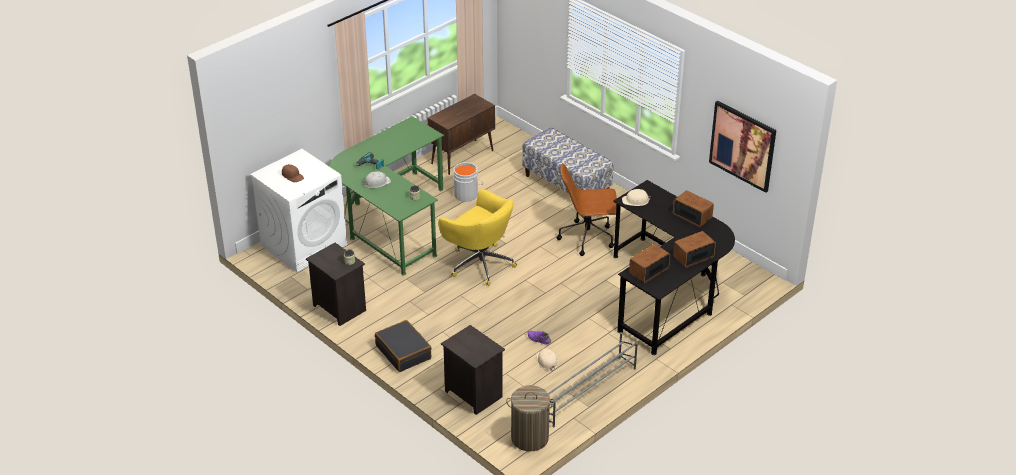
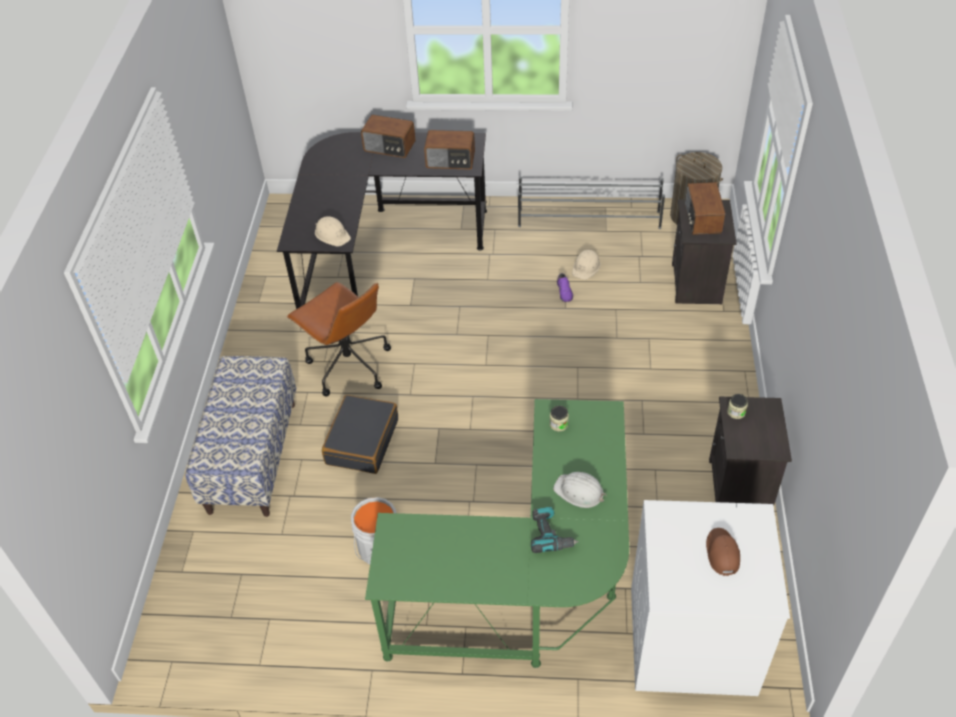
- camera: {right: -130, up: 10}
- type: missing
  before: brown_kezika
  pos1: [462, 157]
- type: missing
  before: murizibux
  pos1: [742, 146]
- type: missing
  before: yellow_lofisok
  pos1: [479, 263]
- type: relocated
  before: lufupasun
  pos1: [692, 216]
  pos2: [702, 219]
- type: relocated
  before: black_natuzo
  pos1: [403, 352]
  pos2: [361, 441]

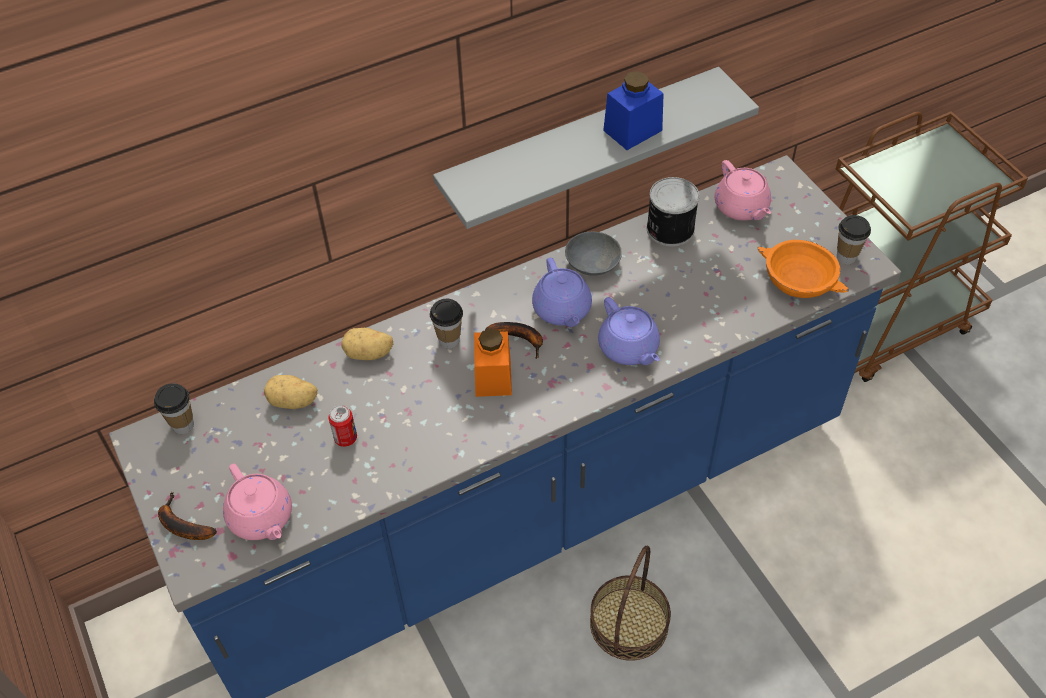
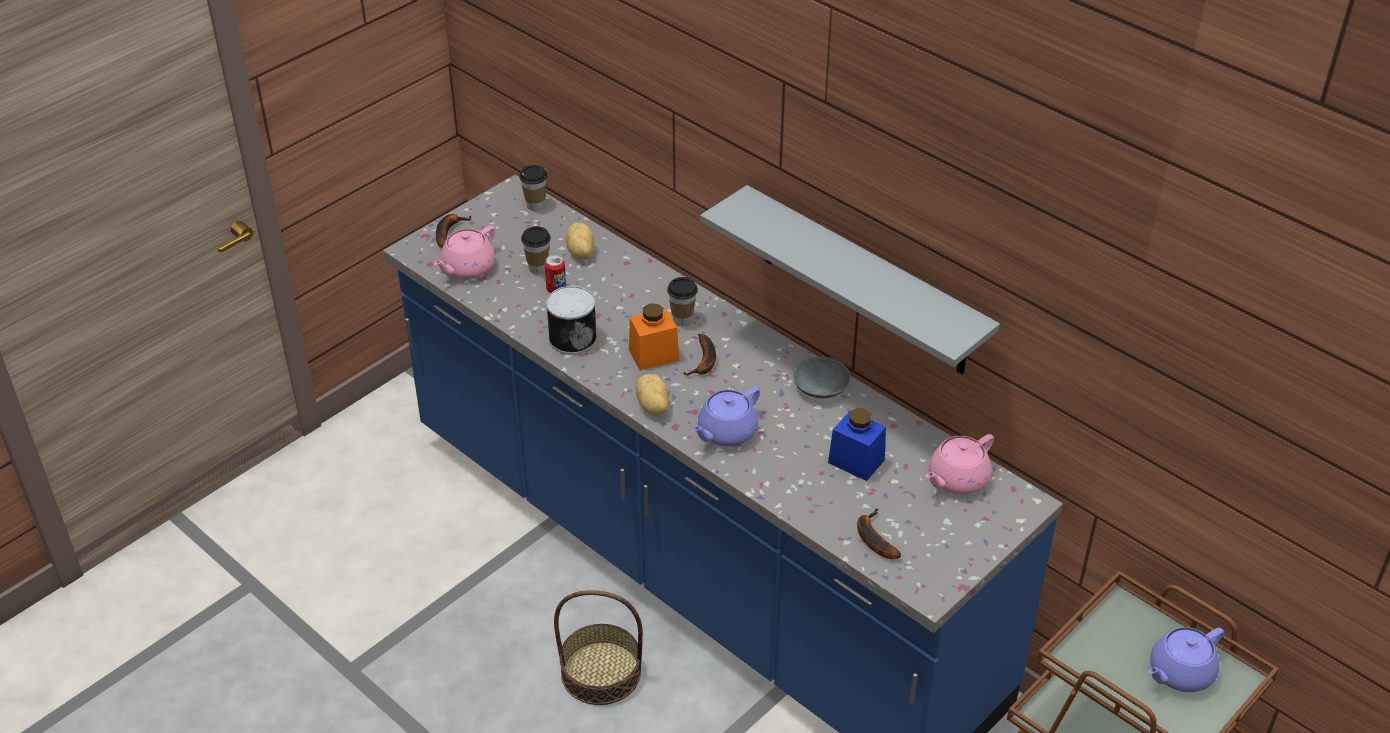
- camera: {right: 70, up: -10}
- type: relocated
  before: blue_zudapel
  pos1: [632, 130]
  pos2: [856, 461]
- type: relocated
  before: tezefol
  pos1: [669, 228]
  pos2: [572, 337]
- type: relocated
  before: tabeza
  pos1: [846, 257]
  pos2: [538, 268]
- type: exchanged
  before: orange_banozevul
  after: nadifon
  pos1: [797, 282]
  pos2: [873, 538]
- type: relocated
  before: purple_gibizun
  pos1: [562, 310]
  pos2: [1179, 673]
- type: relocated
  before: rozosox
  pos1: [369, 354]
  pos2: [652, 406]

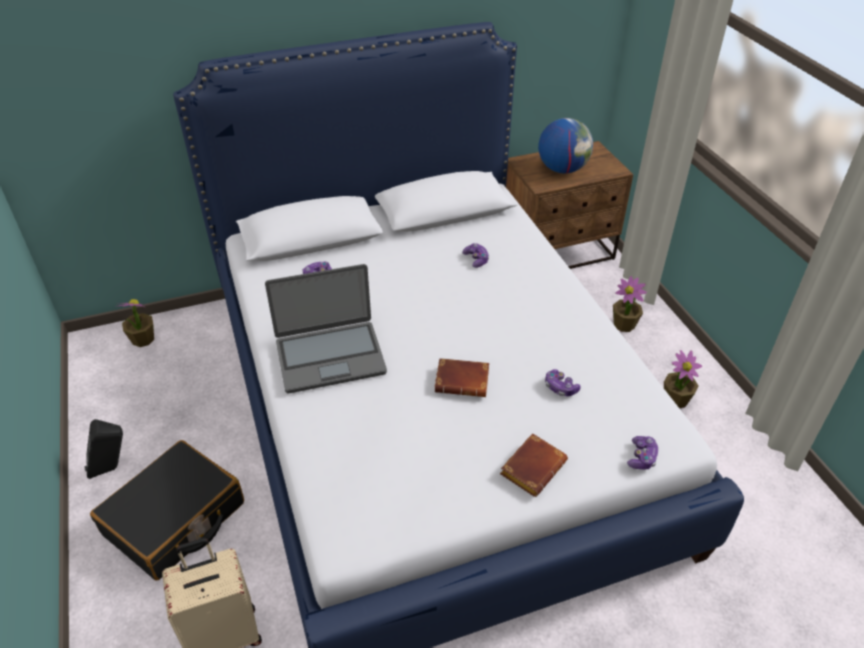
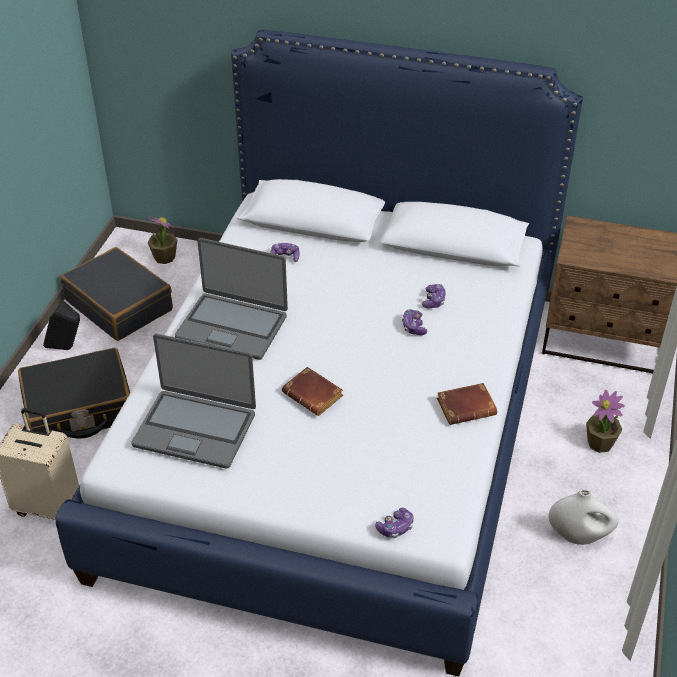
- camera: {right: 35, up: 0}
- type: missing
  before: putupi
  pos1: [562, 169]
- type: exchanged
  before: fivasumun
  after: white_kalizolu
  pos1: [676, 399]
  pos2: [579, 536]
- type: relocated
  before: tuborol
  pos1: [560, 388]
  pos2: [413, 327]
- type: relocated
  before: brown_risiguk
  pos1: [532, 466]
  pos2: [467, 406]
- type: appeared
  after: black_natuzo
  pos2: [119, 305]
- type: appeared
  after: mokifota
  pos2: [195, 428]

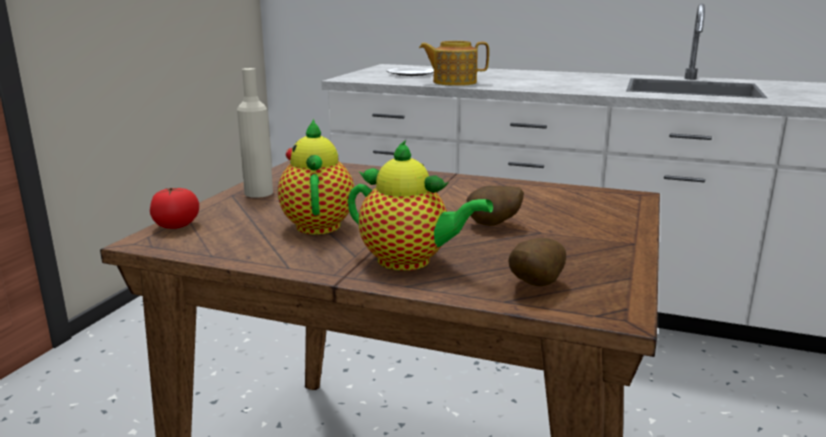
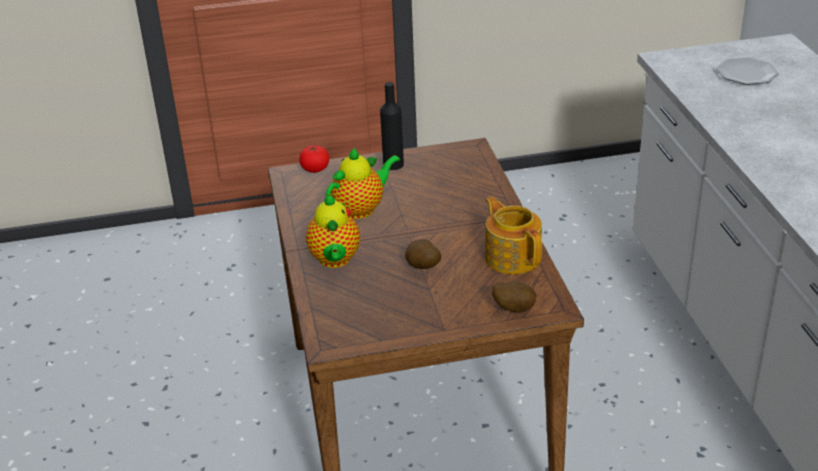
- camera: {right: 60, up: 15}
- type: relocated
  before: gibizun
  pos1: [453, 82]
  pos2: [512, 257]
- type: colour
  before: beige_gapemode
  after: black_gapemode
  pos1: [258, 193]
  pos2: [393, 164]
- type: relocated
  before: rozosox
  pos1: [533, 285]
  pos2: [513, 308]

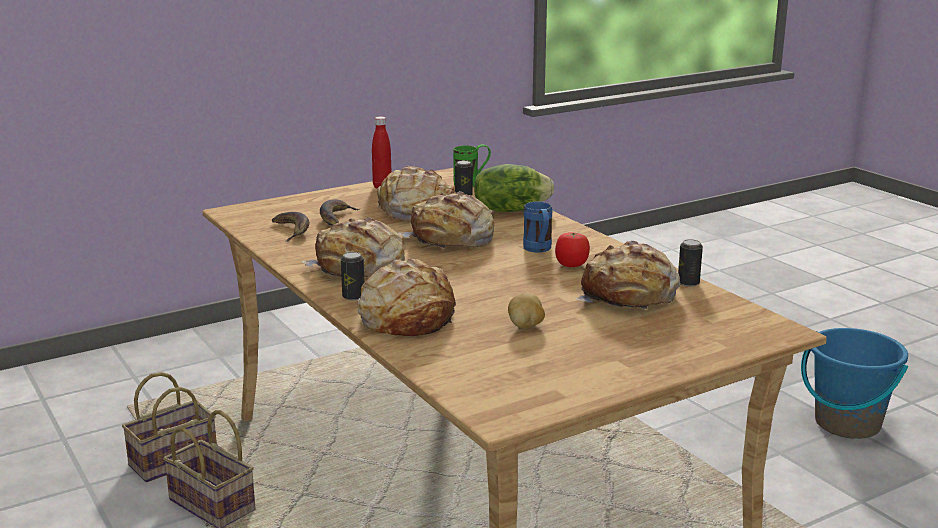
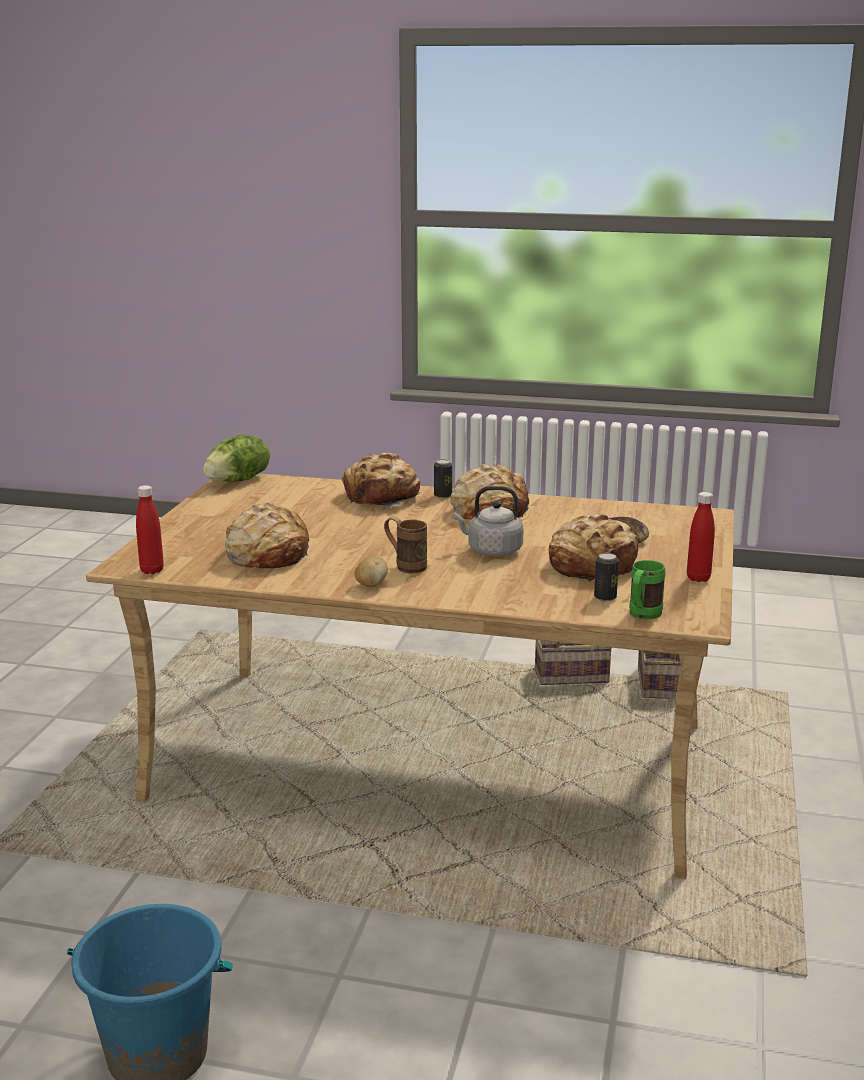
- camera: {right: 135, up: 0}
- type: relocated
  before: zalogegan
  pos1: [510, 210]
  pos2: [239, 480]
- type: exchanged
  before: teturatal
  after: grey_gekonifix
  pos1: [451, 239]
  pos2: [491, 551]
- type: colour
  before: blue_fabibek
  after: brown_fabibek
  pos1: [538, 250]
  pos2: [405, 566]
- type: missing
  before: nadifon
  pos1: [292, 230]
- type: missing
  before: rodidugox
  pos1: [571, 265]
- type: missing
  before: tezefol
  pos1: [688, 283]
- type: relocated
  before: rozosox
  pos1: [526, 326]
  pos2: [371, 585]
- type: appeared
  after: red_gapemode
  pos2: [152, 570]

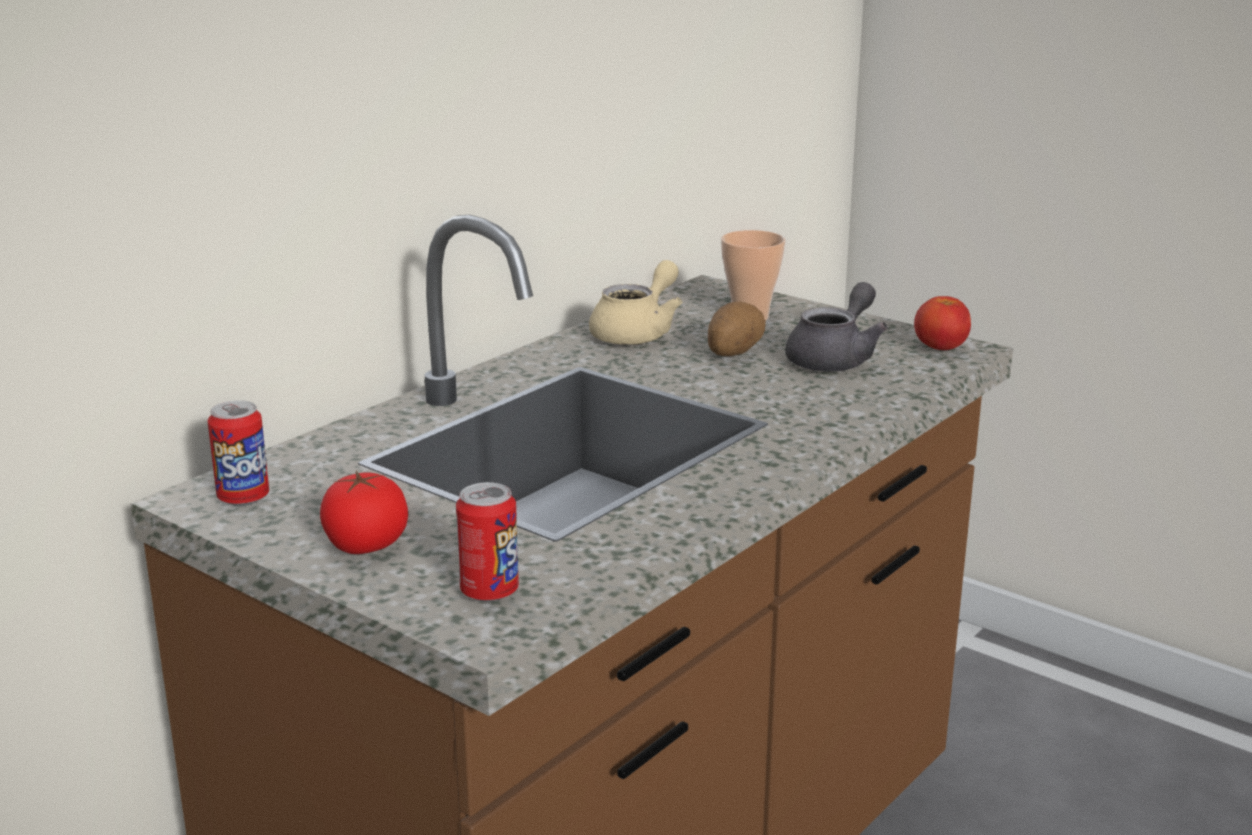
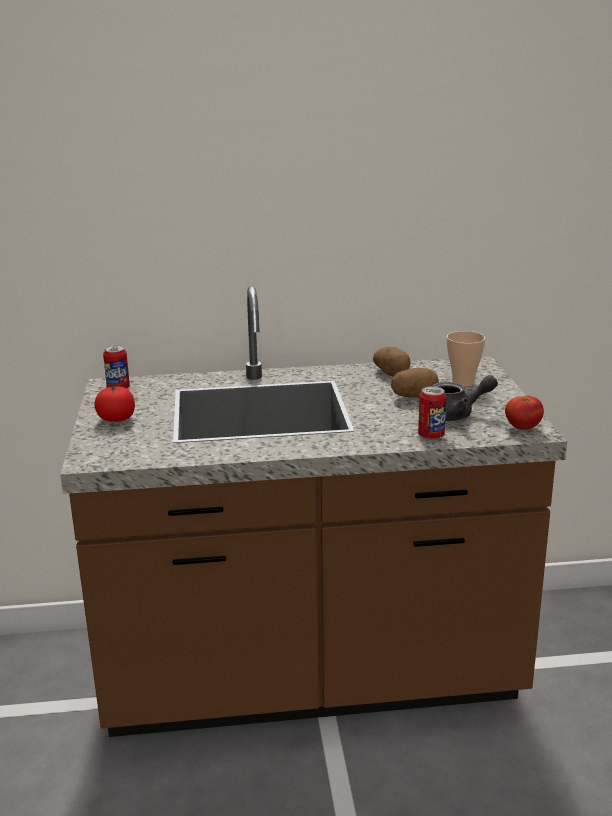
- camera: {right: 45, up: 0}
- type: exchanged
  before: beige_gibizun
  after: rozosox
  pos1: [638, 333]
  pos2: [393, 374]
- type: relocated
  before: tezefol
  pos1: [489, 592]
  pos2: [431, 436]

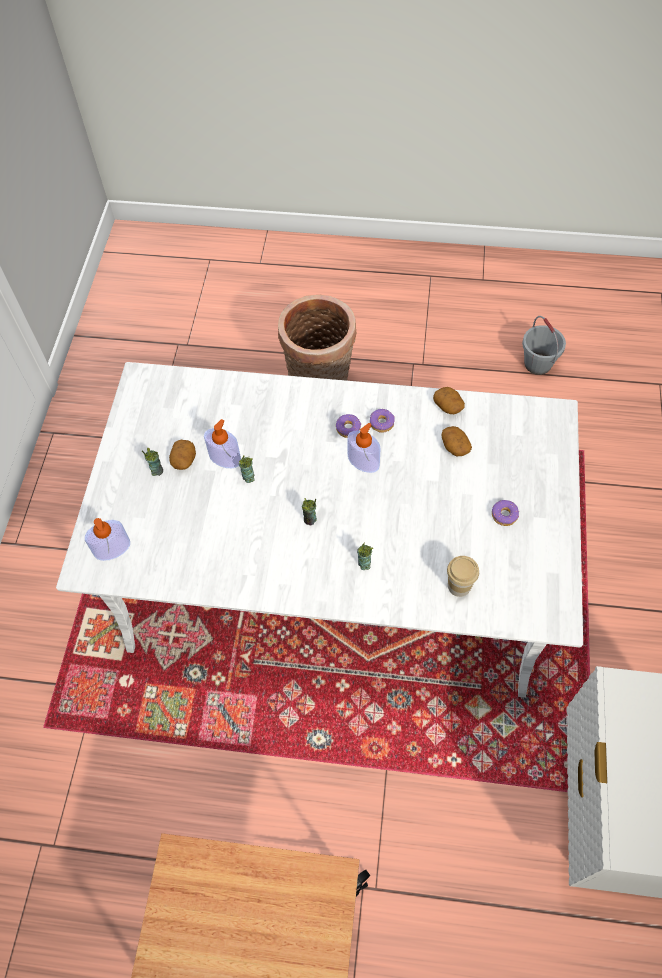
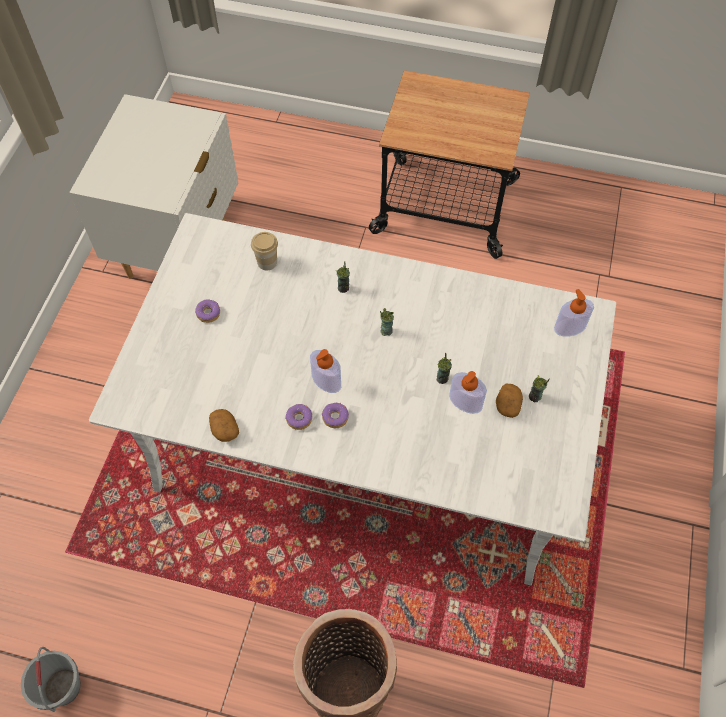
- camera: {right: -175, up: 0}
- type: missing
  before: rozosox
  pos1: [454, 446]

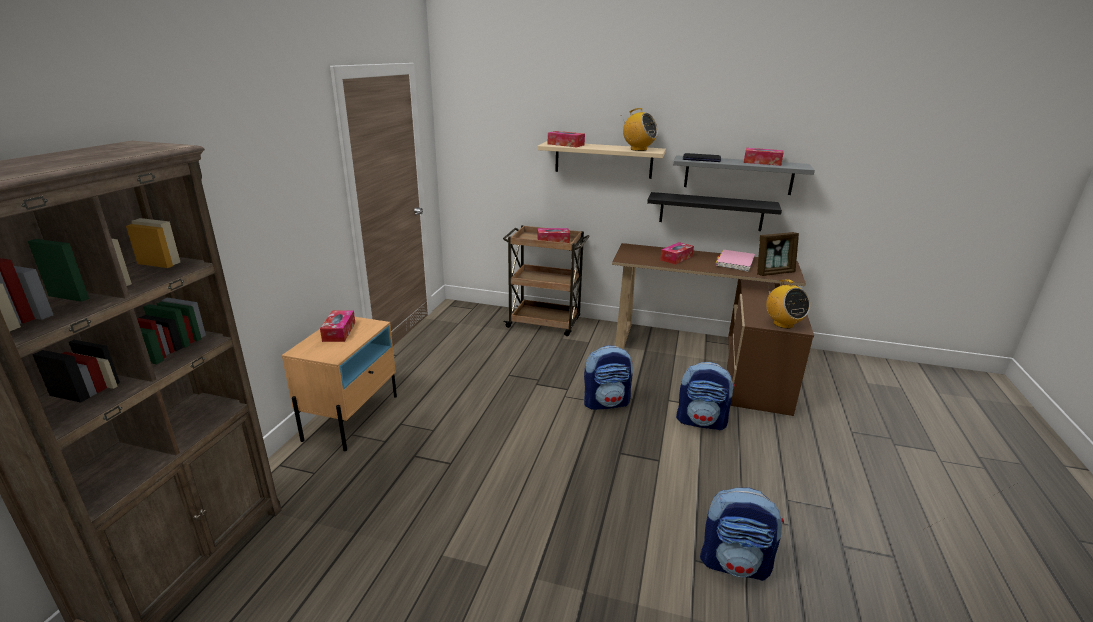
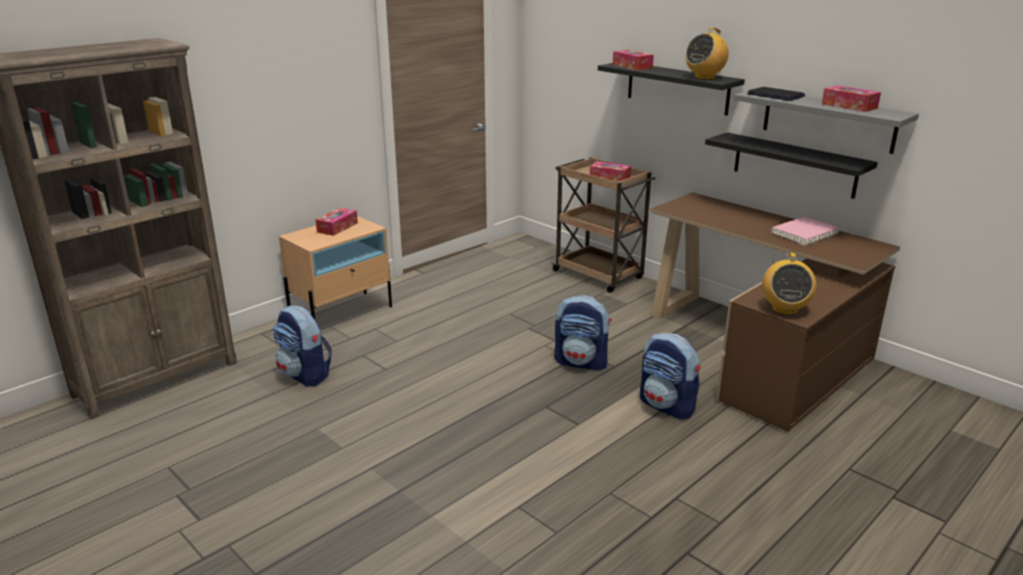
- camera: {right: 30, up: 0}
- type: spun
  before: lufupasun
  pos1: [638, 149]
  pos2: [704, 77]
  turn: 75
- type: colour
  before: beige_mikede
  after: black_mikede
  pos1: [603, 160]
  pos2: [677, 88]
- type: missing
  before: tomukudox
  pos1: [774, 272]
- type: missing
  before: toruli
  pos1: [676, 258]
- type: relocated
  before: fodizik
  pos1: [735, 563]
  pos2: [305, 375]

